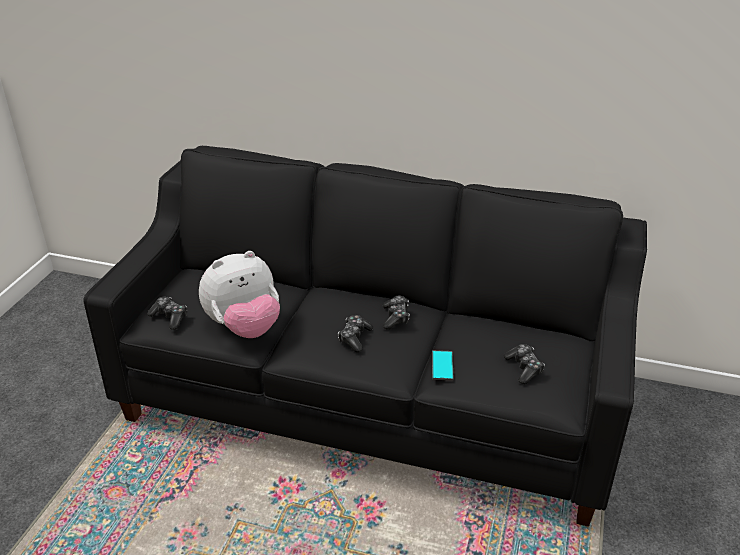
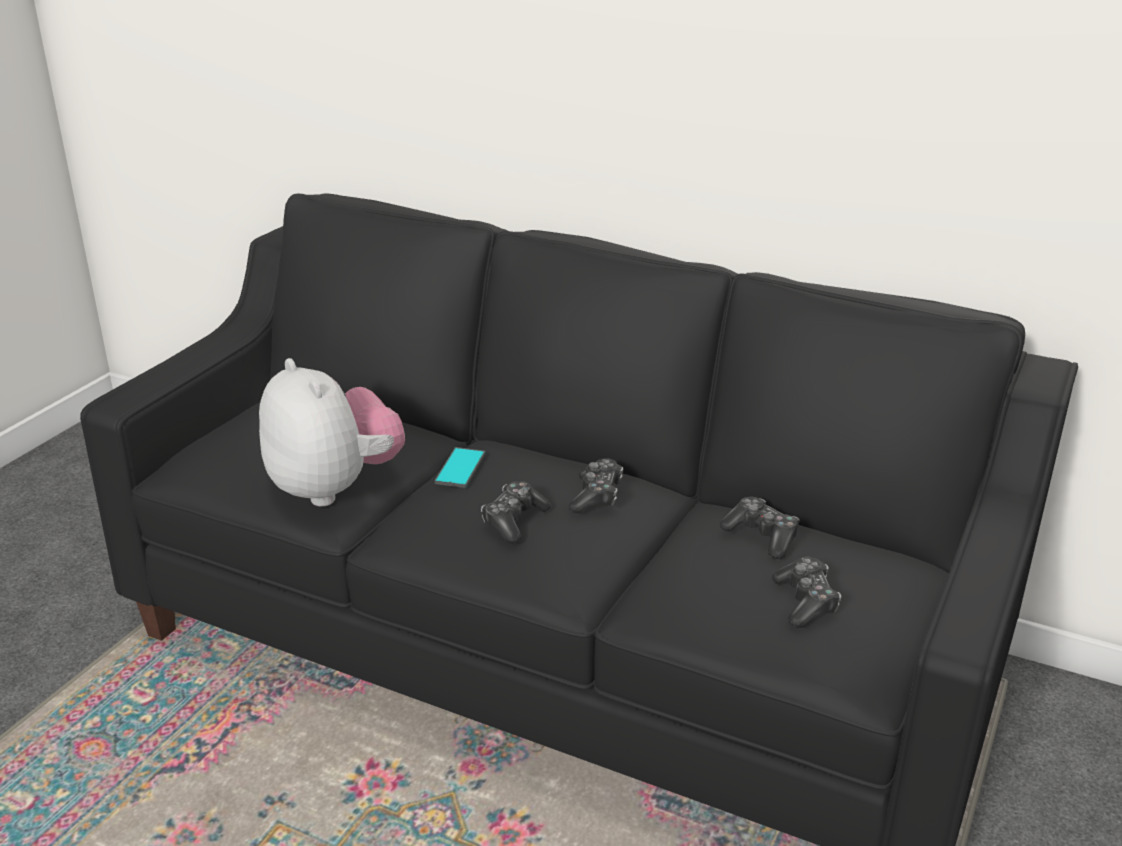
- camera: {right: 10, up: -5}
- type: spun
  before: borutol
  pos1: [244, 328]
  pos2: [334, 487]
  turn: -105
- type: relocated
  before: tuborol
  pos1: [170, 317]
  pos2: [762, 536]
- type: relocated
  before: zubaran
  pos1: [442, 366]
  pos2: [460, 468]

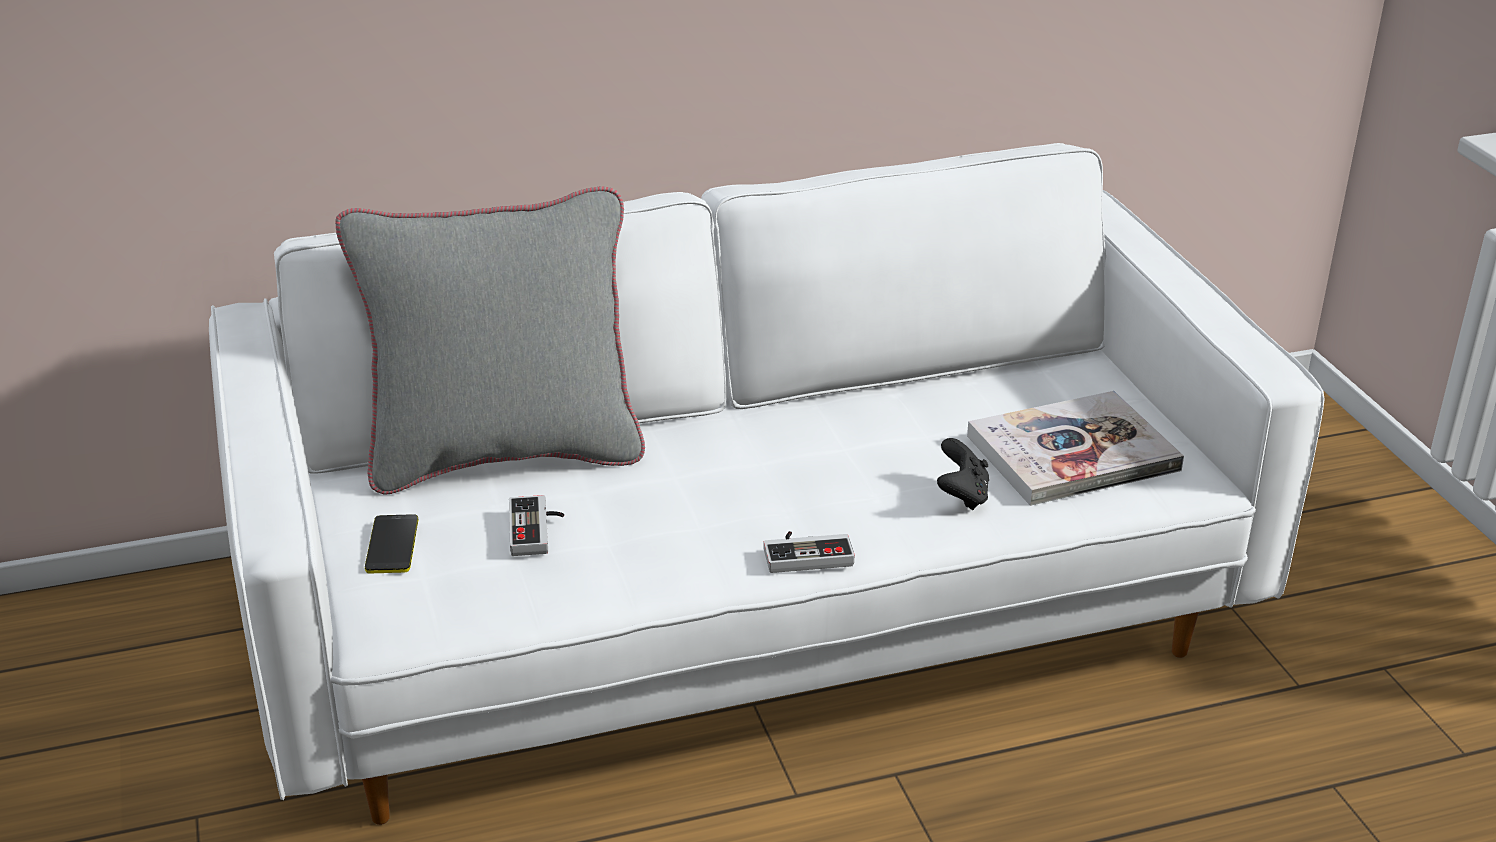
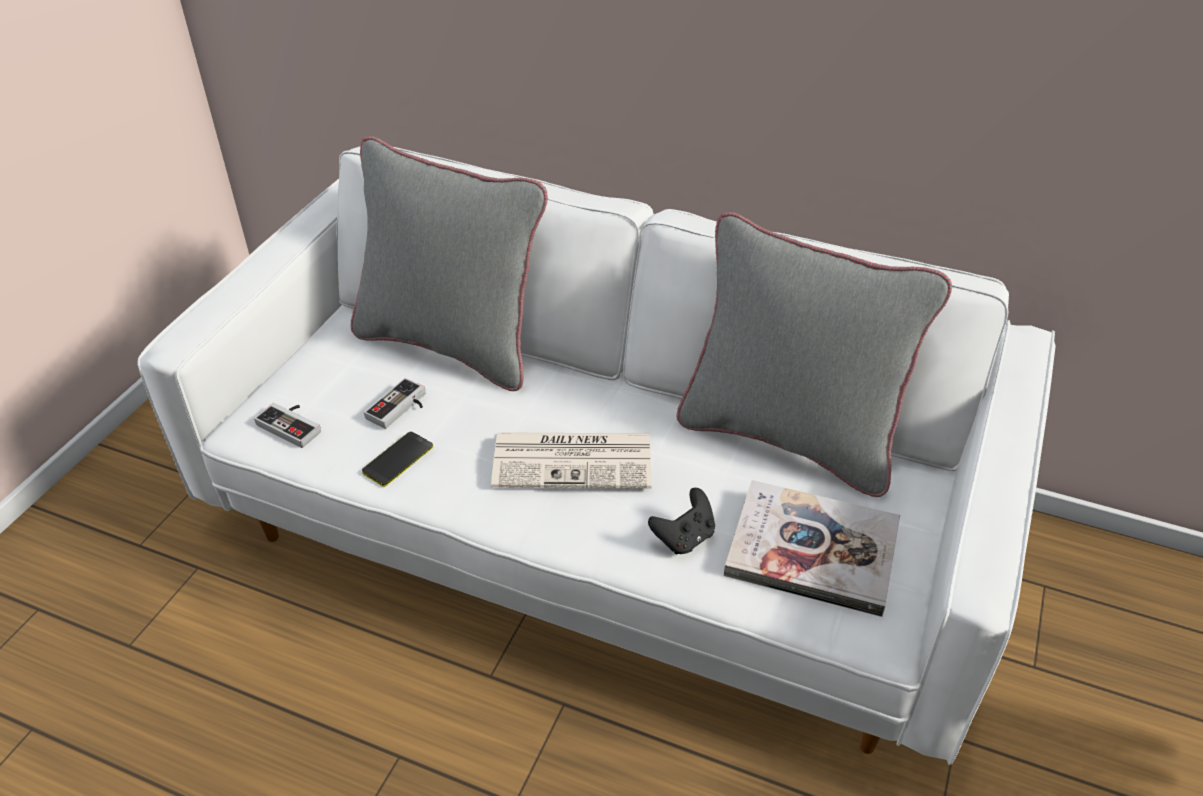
- camera: {right: 40, up: 10}
- type: relocated
  before: zubaran
  pos1: [392, 545]
  pos2: [398, 459]
- type: relocated
  before: tuborol
  pos1: [807, 553]
  pos2: [293, 424]
- type: appeared
  after: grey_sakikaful
  pos2: [789, 437]
- type: appeared
  after: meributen
  pos2: [575, 460]

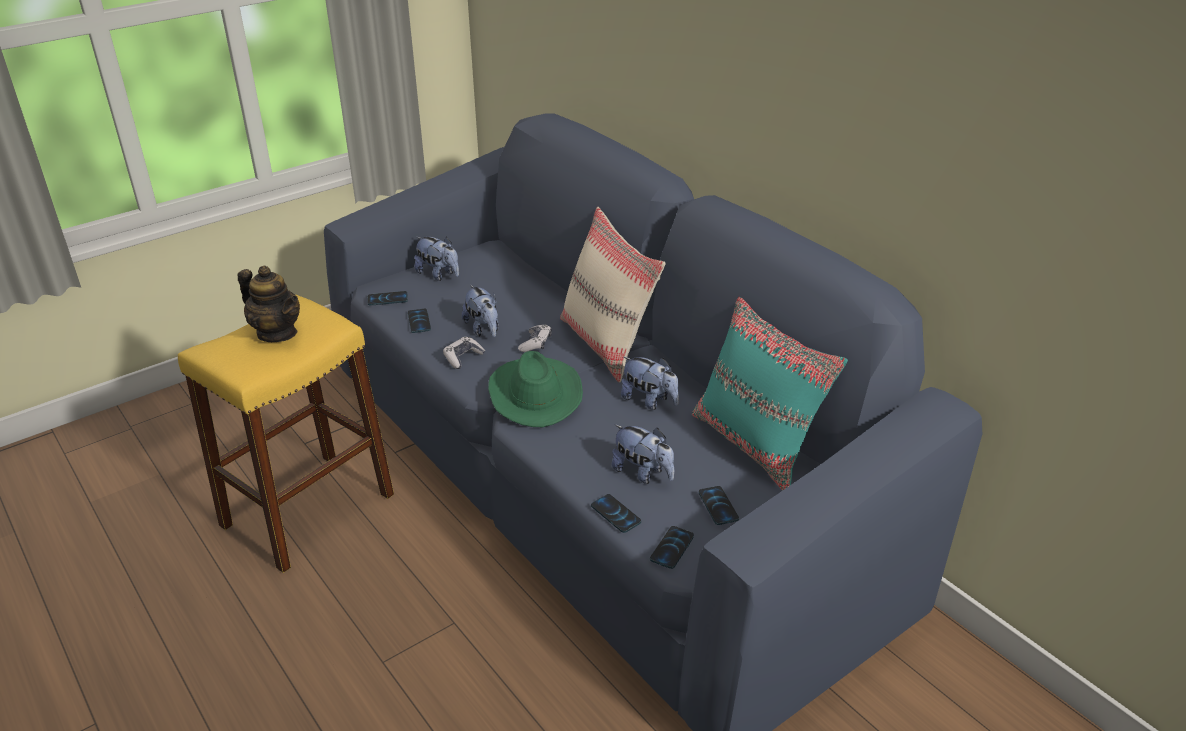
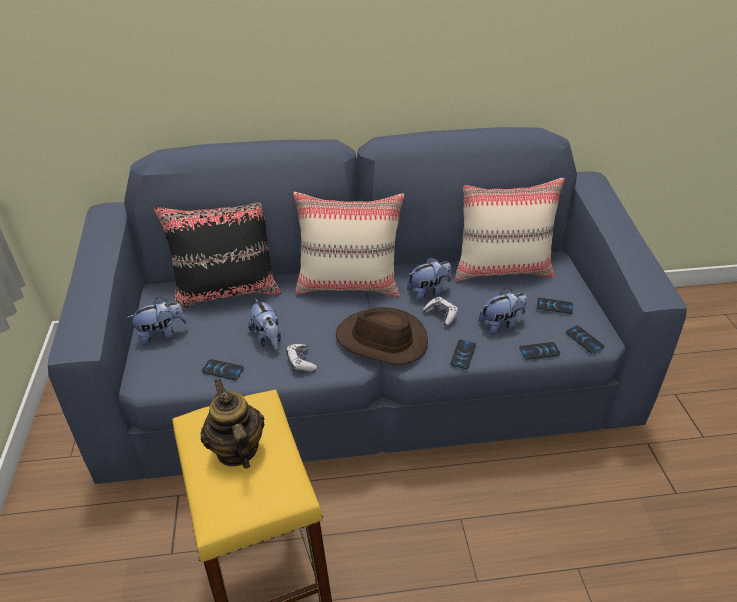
- camera: {right: -60, up: 5}
- type: spun
  before: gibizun
  pos1: [277, 333]
  pos2: [236, 449]
  turn: -90
- type: spun
  before: borutol
  pos1: [483, 329]
  pos2: [267, 338]
  turn: 60
- type: relocated
  before: zubaran
  pos1: [387, 299]
  pos2: [463, 354]
- type: colour
  before: turquoise_sakikaful
  after: beige_sakikaful
  pos1: [756, 444]
  pos2: [502, 269]
- type: relocated
  before: tuborol
  pos1: [536, 343]
  pos2: [441, 314]
- type: colour
  before: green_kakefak
  after: brown_kakefak
  pos1: [534, 394]
  pos2: [382, 340]
- type: appeared
  after: black_sakikaful
  pos2: [228, 291]

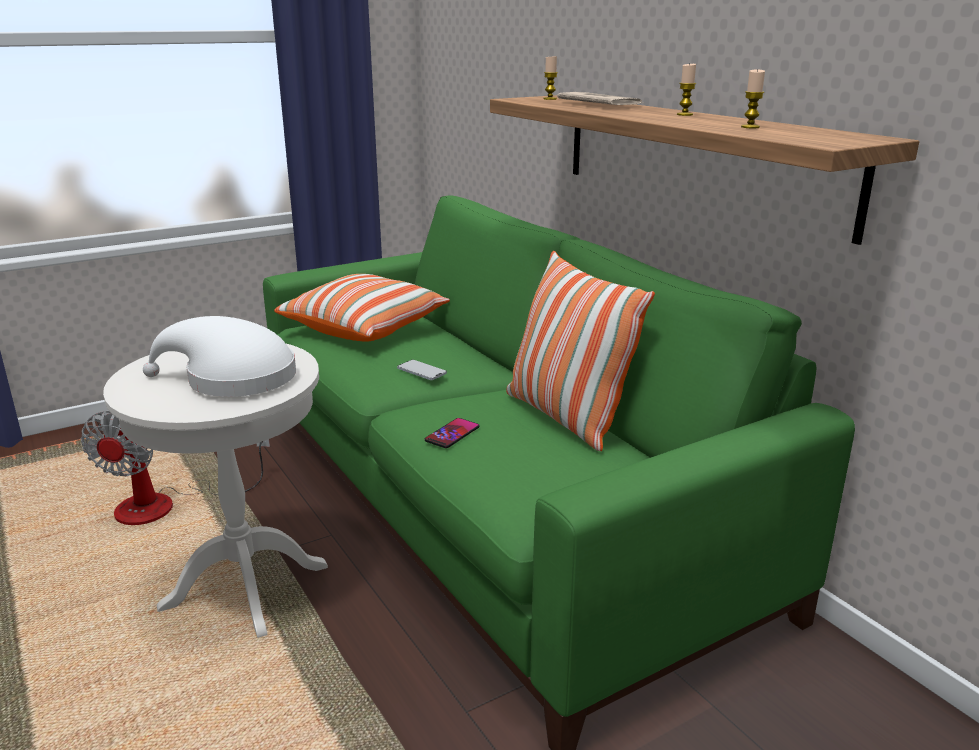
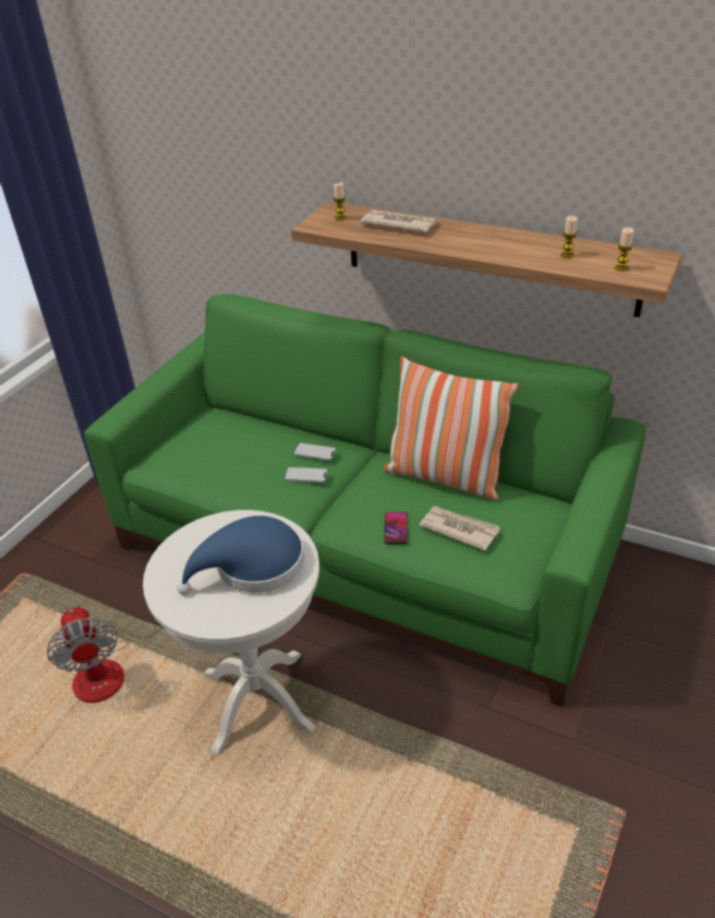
- camera: {right: -30, up: 15}
- type: relocated
  before: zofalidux
  pos1: [684, 114]
  pos2: [621, 268]
- type: missing
  before: sakikaful
  pos1: [366, 328]
- type: colour
  before: white_kakefak
  after: blue_kakefak
  pos1: [233, 379]
  pos2: [253, 566]
- type: appeared
  after: zubaran
  pos2: [314, 452]
- type: appeared
  after: meributen
  pos2: [459, 529]

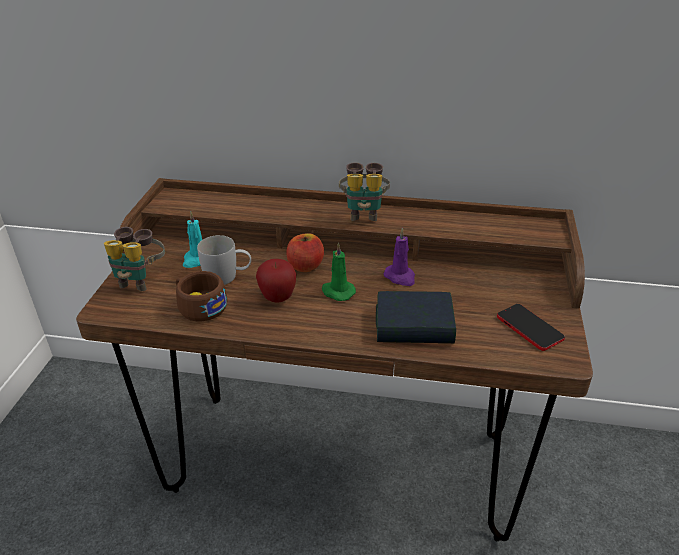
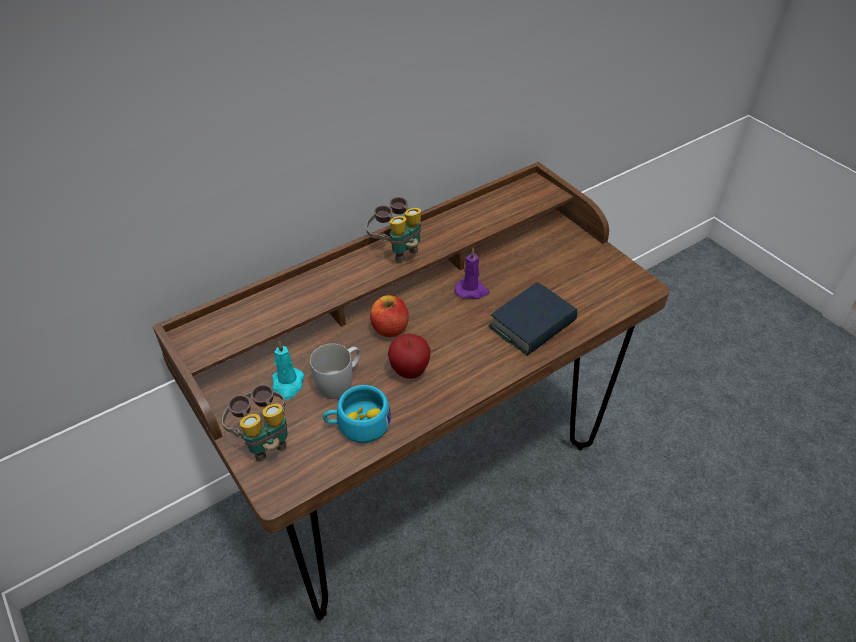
- camera: {right: -45, up: 10}
- type: missing
  before: green_zofalidux
  pos1: [337, 292]
- type: colour
  before: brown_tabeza
  after: turquoise_tabeza
  pos1: [199, 306]
  pos2: [357, 425]
- type: missing
  before: zubaran
  pos1: [529, 328]

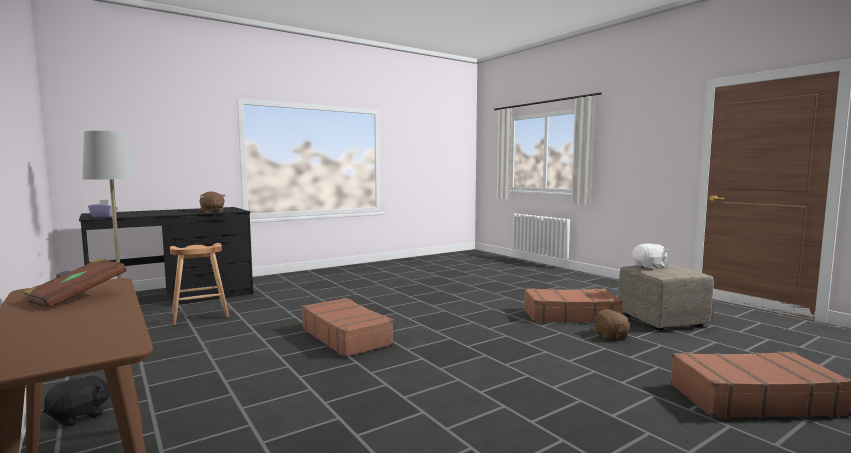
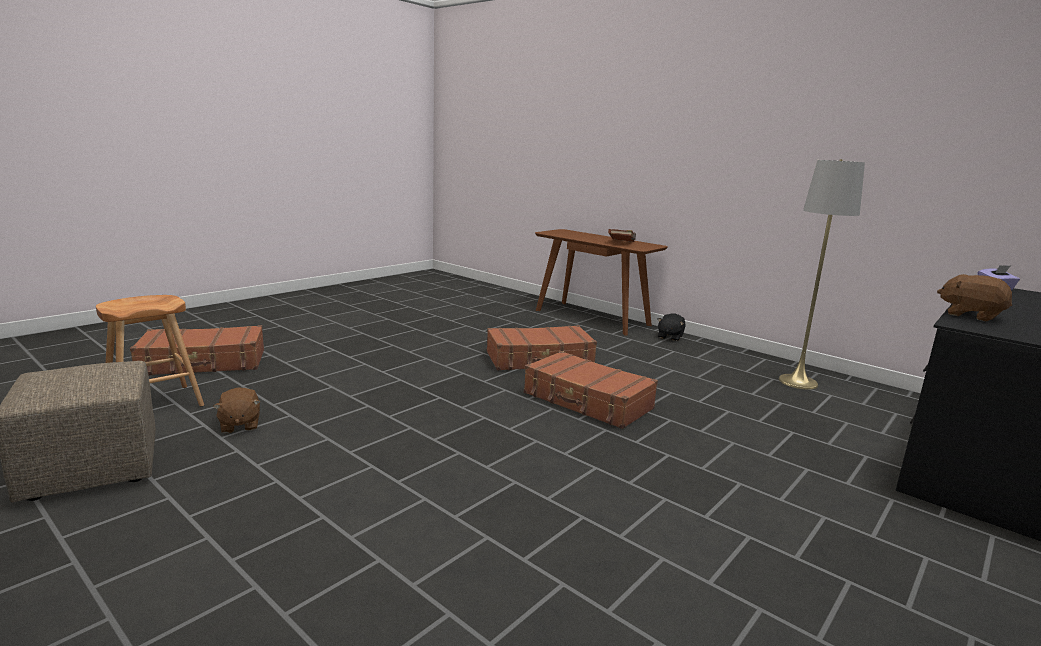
- camera: {right: 165, up: 10}
- type: relocated
  before: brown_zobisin
  pos1: [200, 315]
  pos2: [153, 405]
- type: missing
  before: white_borutol
  pos1: [649, 266]
- type: relocated
  before: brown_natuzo
  pos1: [570, 315]
  pos2: [540, 359]

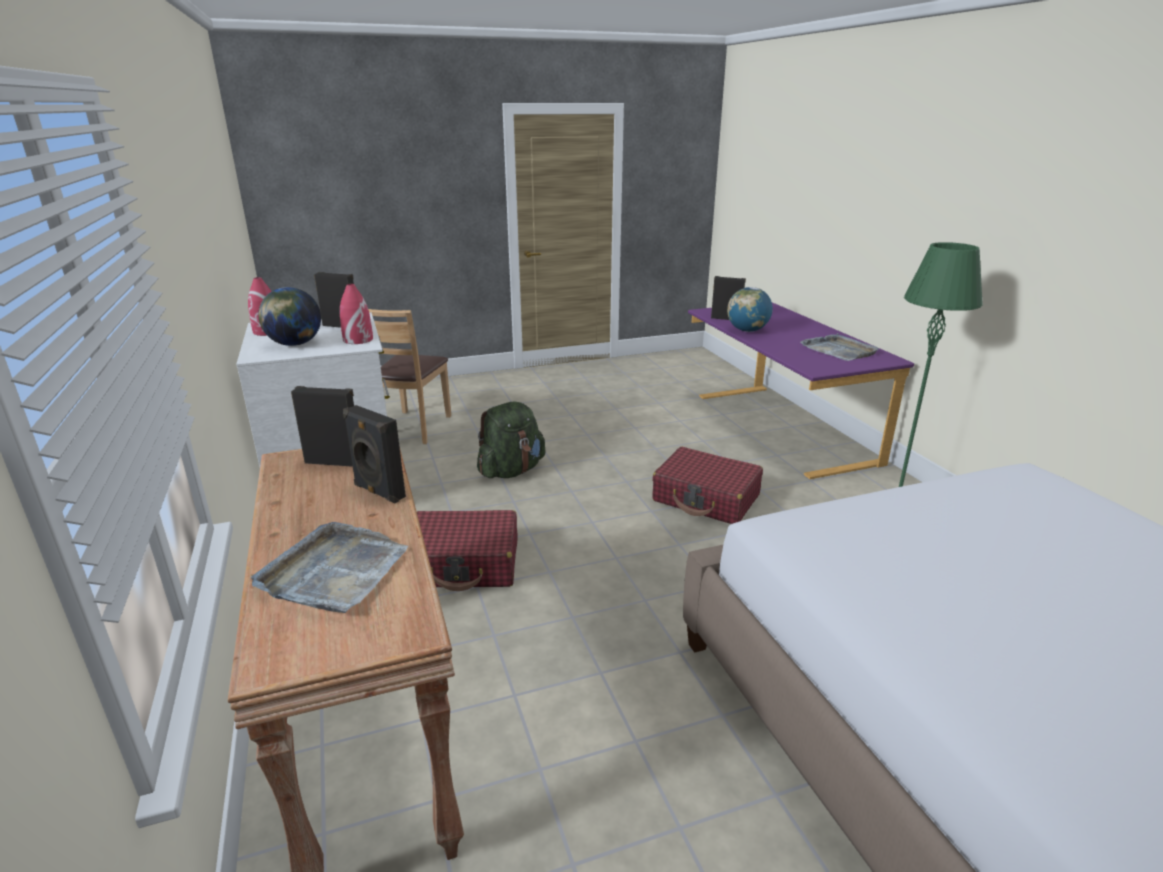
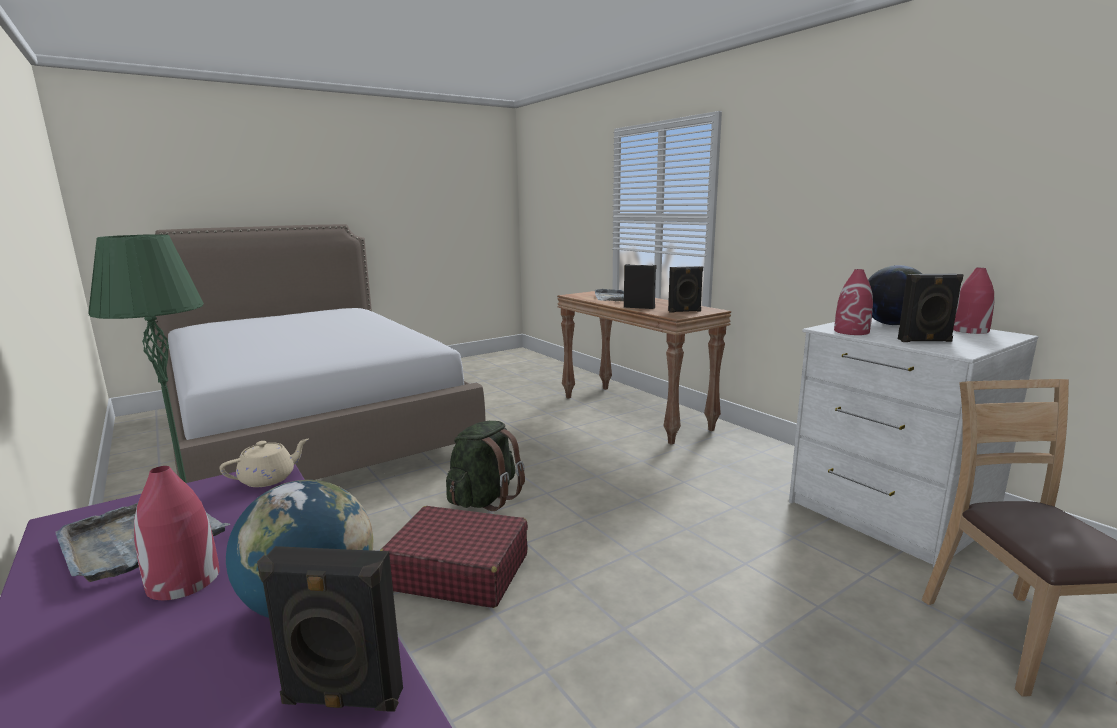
- camera: {right: 165, up: -10}
- type: relocated
  before: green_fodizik
  pos1: [511, 471]
  pos2: [485, 499]
- type: missing
  before: red_natuzo
  pos1: [464, 564]
- type: appeared
  after: beige_gibizun
  pos2: [269, 479]
- type: appeared
  after: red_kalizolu
  pos2: [183, 581]

